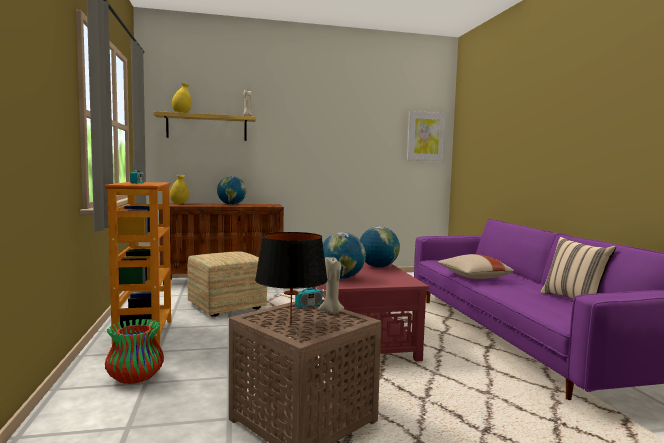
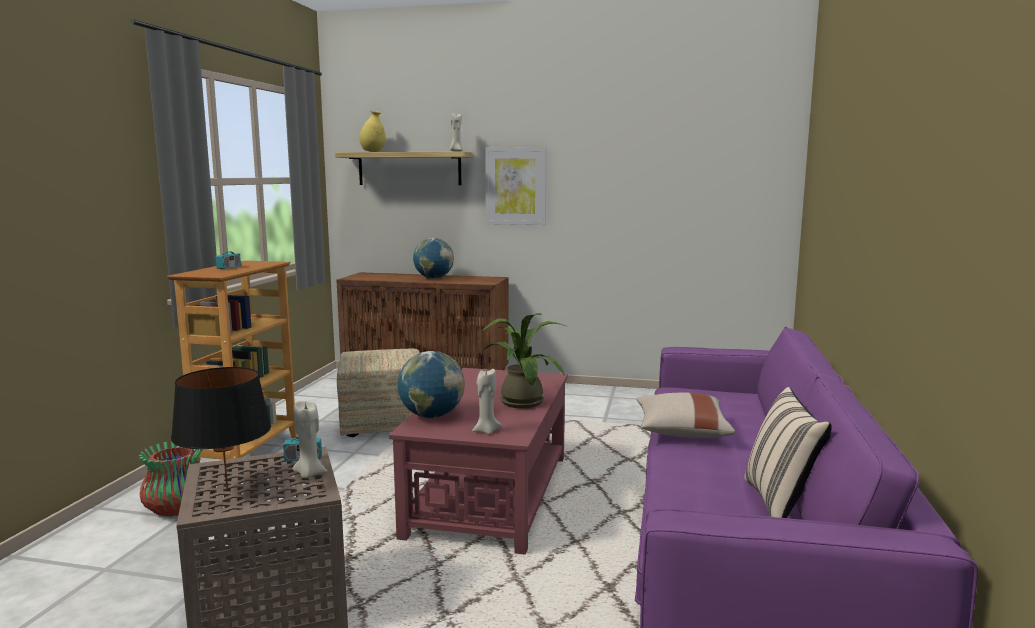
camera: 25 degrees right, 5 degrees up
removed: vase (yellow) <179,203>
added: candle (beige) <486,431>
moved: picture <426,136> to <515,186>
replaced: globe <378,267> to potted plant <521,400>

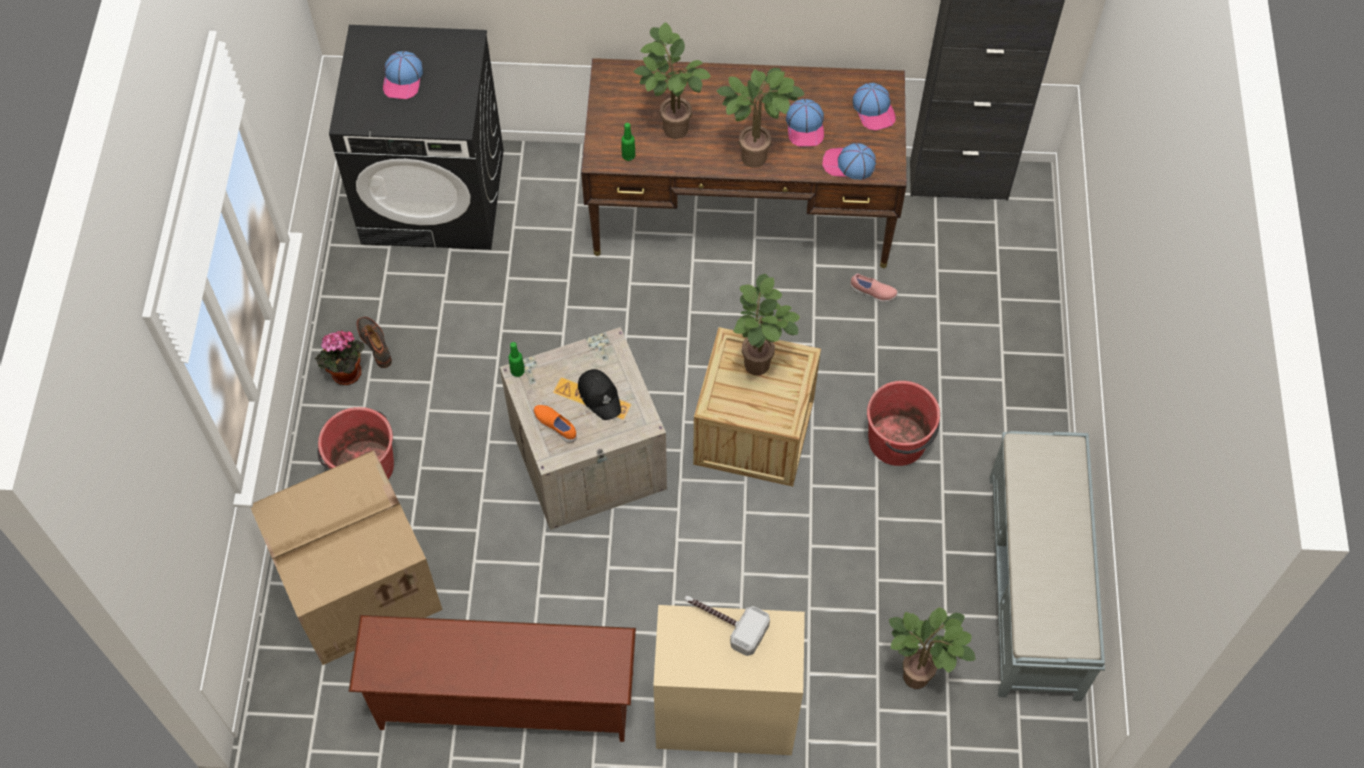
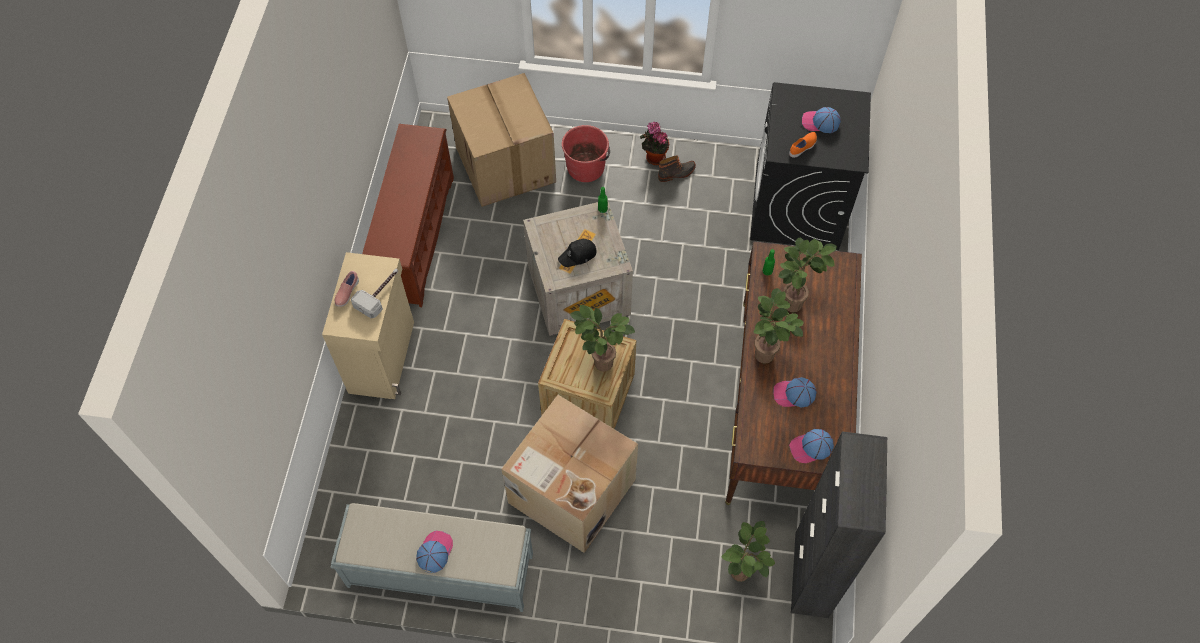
camera: 95 degrees right, 0 degrees up
moved: shoe (orange) <556,426> to <803,148>; cap <848,164> to <434,552>; shoe (pink) <872,292> to <347,293>; potted plant <921,675> to <740,576>
replaced: bucket (red) <898,441> to cardboard box <570,491>

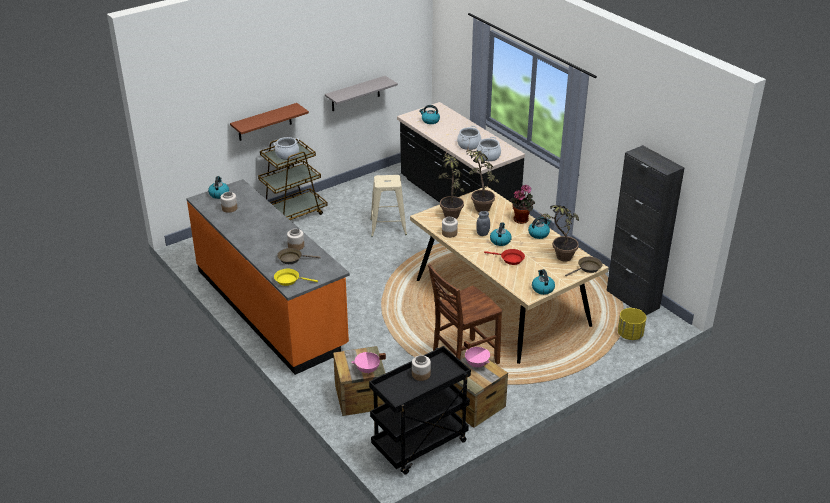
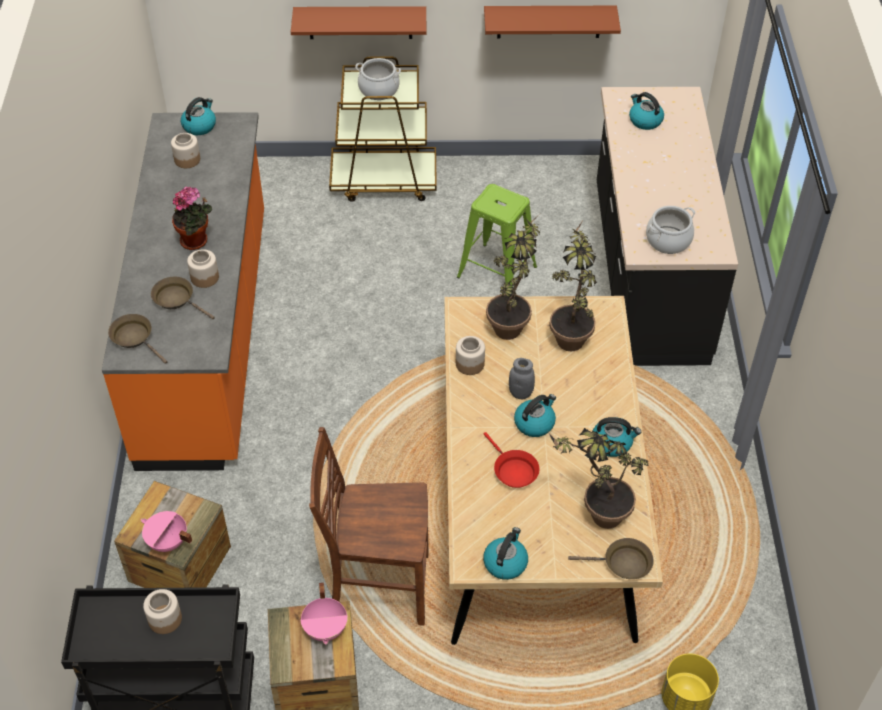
camera: 35 degrees right, 15 degrees up
removed: cooking pot <469,145>; cabinet (black) <632,299>
moved: potted plant <522,219> to <196,241>
recoloured: frying pan (yellow) <289,280> to frying pan (brown) <134,338>; shelf (grey) <355,94> to shelf (brown) <549,21>; stool (beige) <388,227> to stool (green) <496,271>

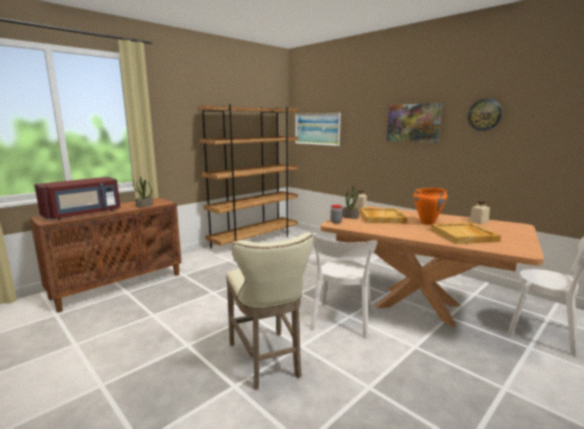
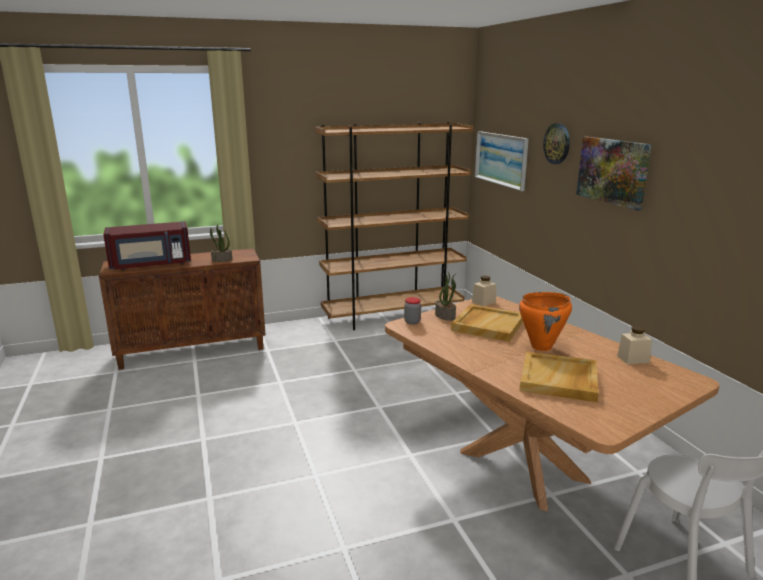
camera: 25 degrees right, 5 degrees up
removed: stool (beige) <266,362>; chair (white) <341,321>
moved: wall clock <484,115> to <557,143>

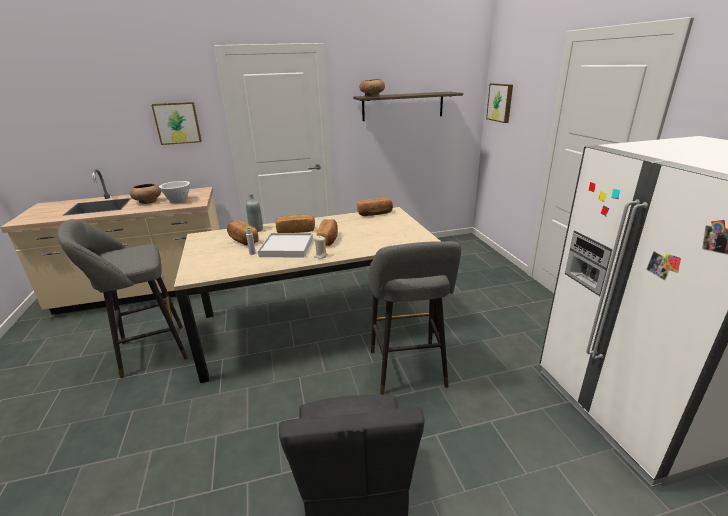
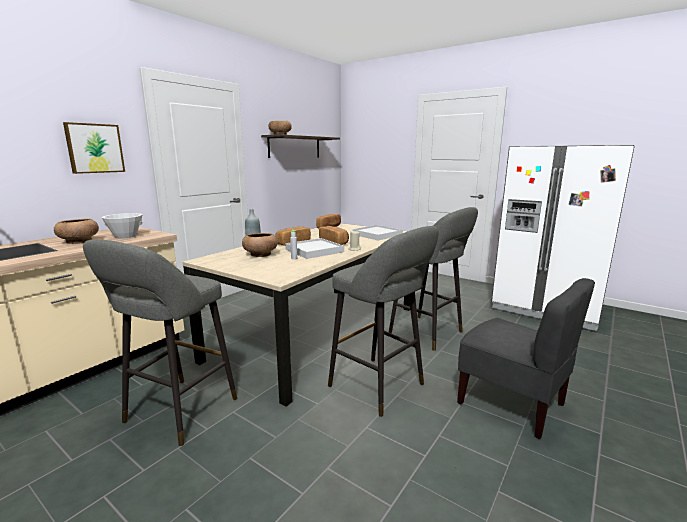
camera: 40 degrees left, 10 degrees down
removed: picture <500,102>
added: stool (grey) <380,387>; tray (white) <377,235>
replaced: bread <242,240> to bowl (brown) <260,254>

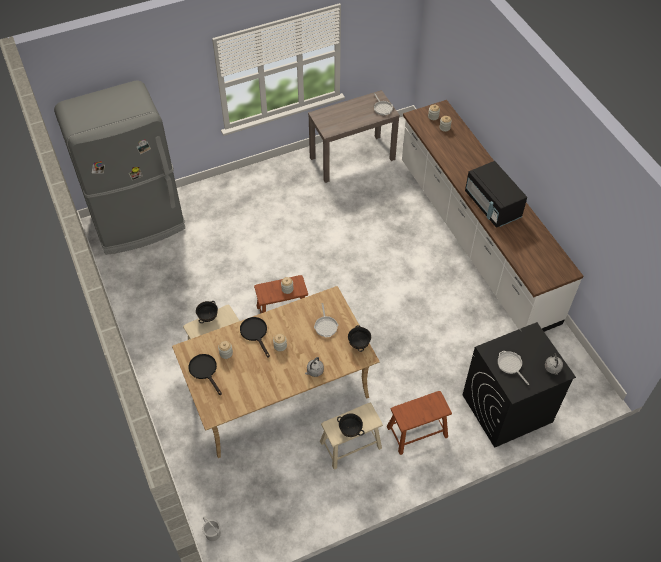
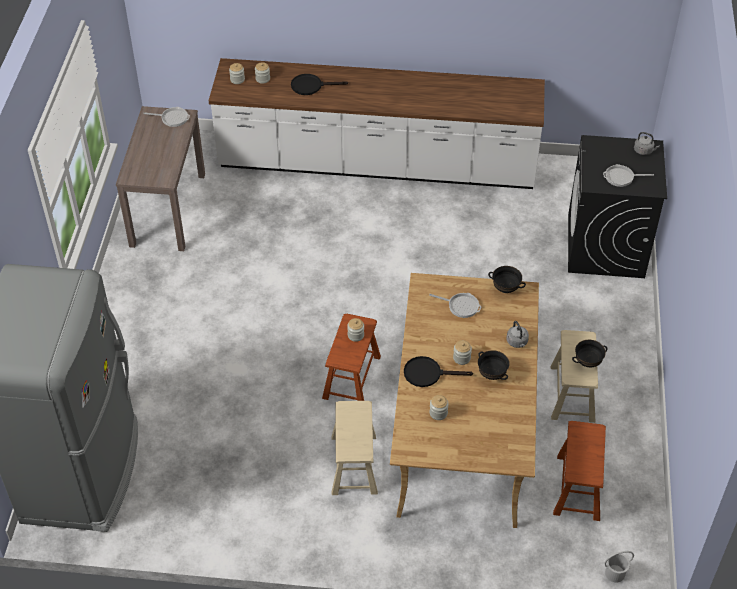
camera: 60 degrees left, 5 degrees down
removed: microwave (black) <492,206>
moved: frying pan (black) <205,371> to <311,86>; bowl (black) <208,318> to <492,374>; stool (brown) <417,431> to <578,487>

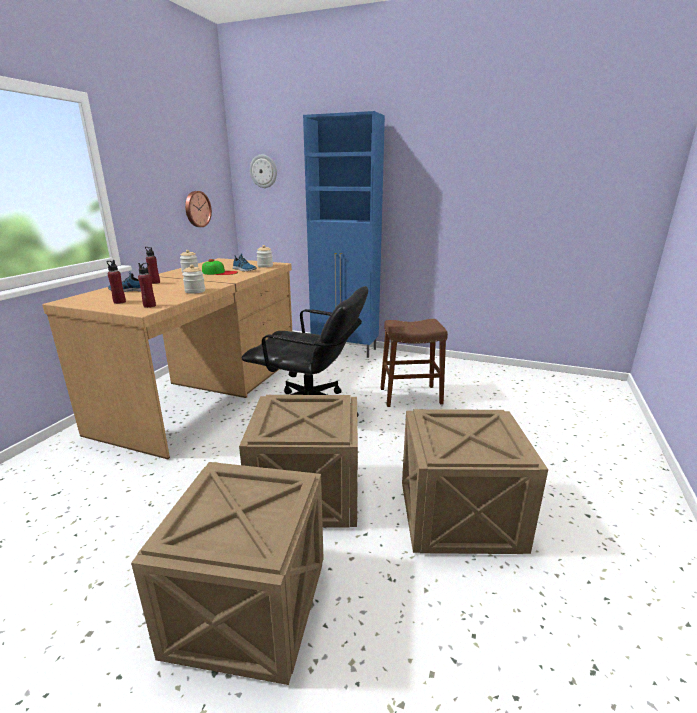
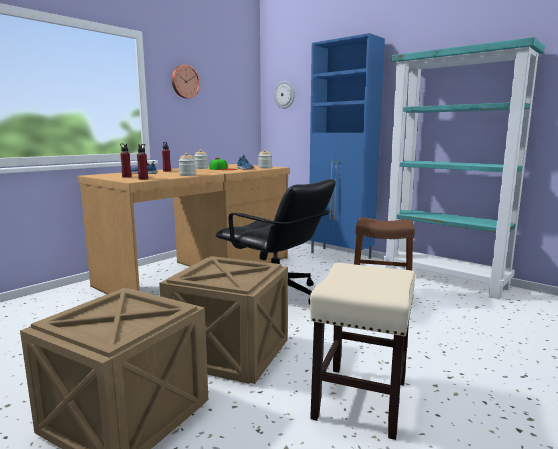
camera: 20 degrees right, 10 degrees down
added: bookcase (turquoise) <445,280>
moved: wall clock <197,209> to <184,81>
replaced: crate <457,517> to stool (beige) <360,398>

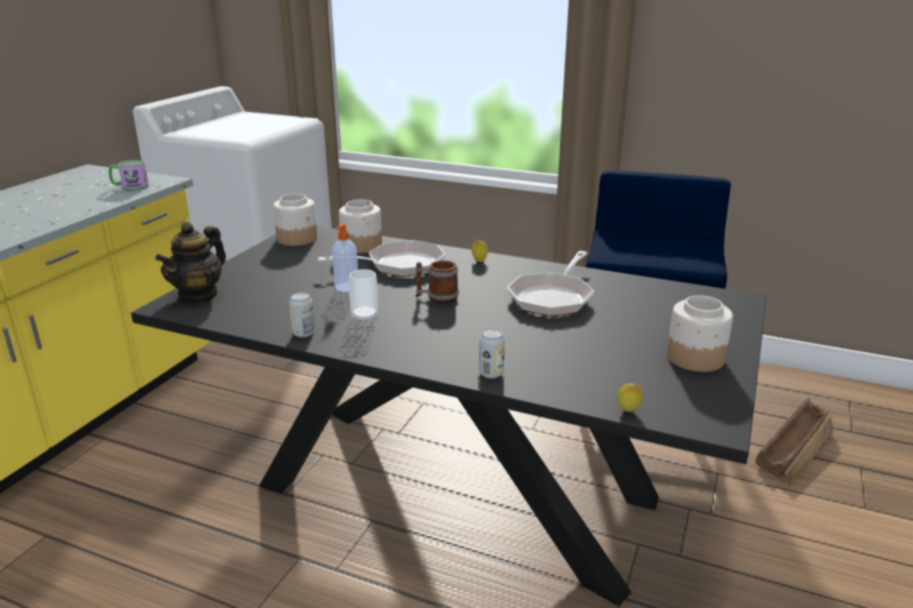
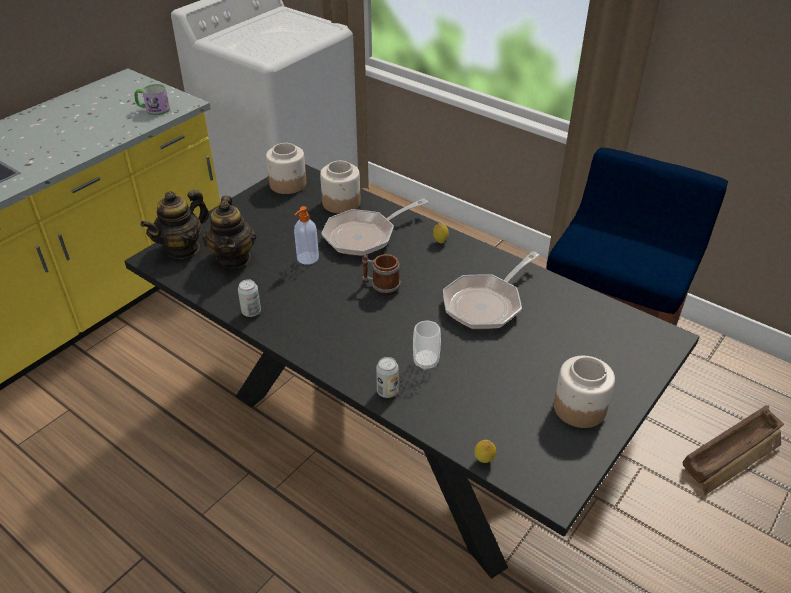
camera: 15 degrees right, 15 degrees up
added: teapot <233,258>
moved: cup <365,317> to <426,362>
turned: frying pan <399,265> = <364,236> 150 degrees clockwise

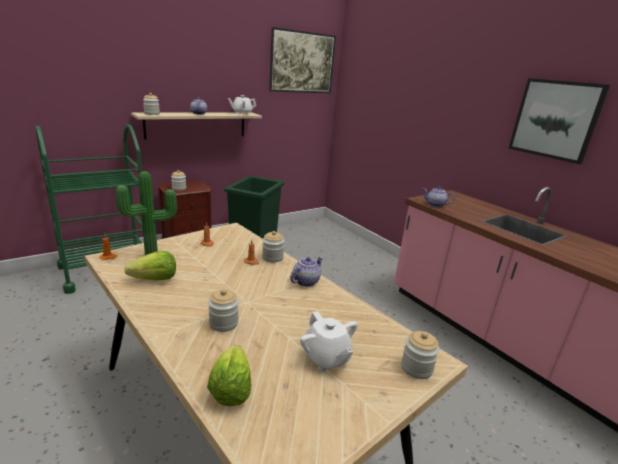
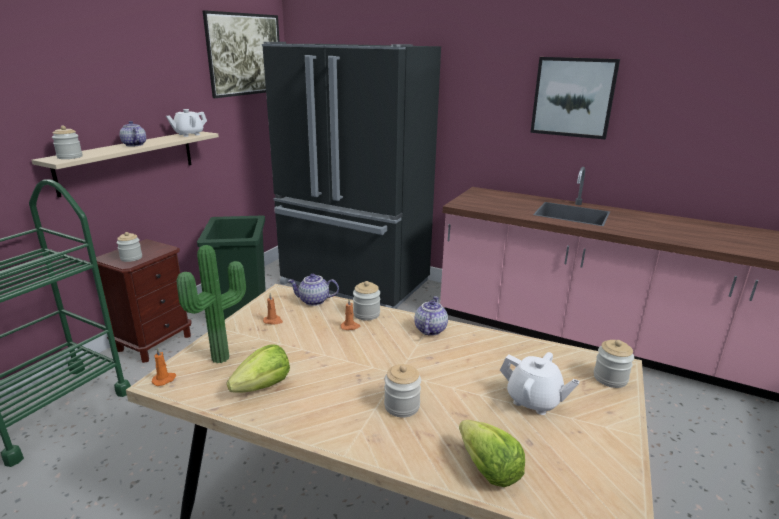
camera: 25 degrees left, 0 degrees up
added: fridge (black) <354,283>
moved: teapot <435,205> to <313,301>

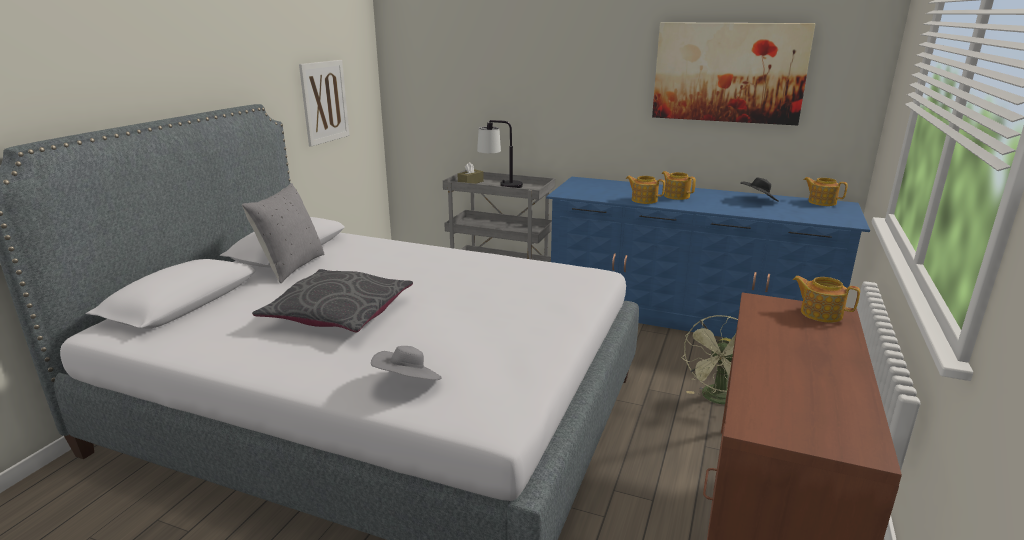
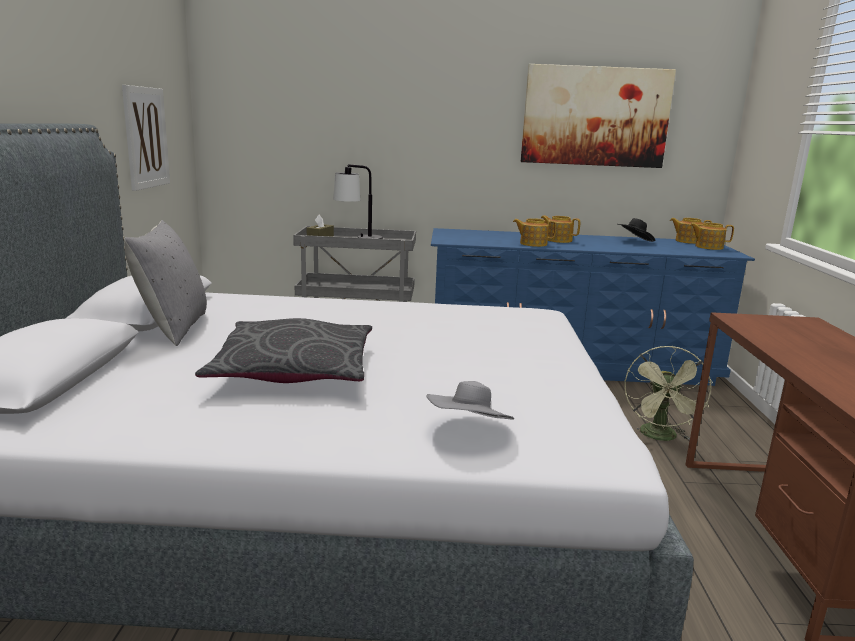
camera: 20 degrees left, 5 degrees down
moved: teapot <820,313> to <708,247>

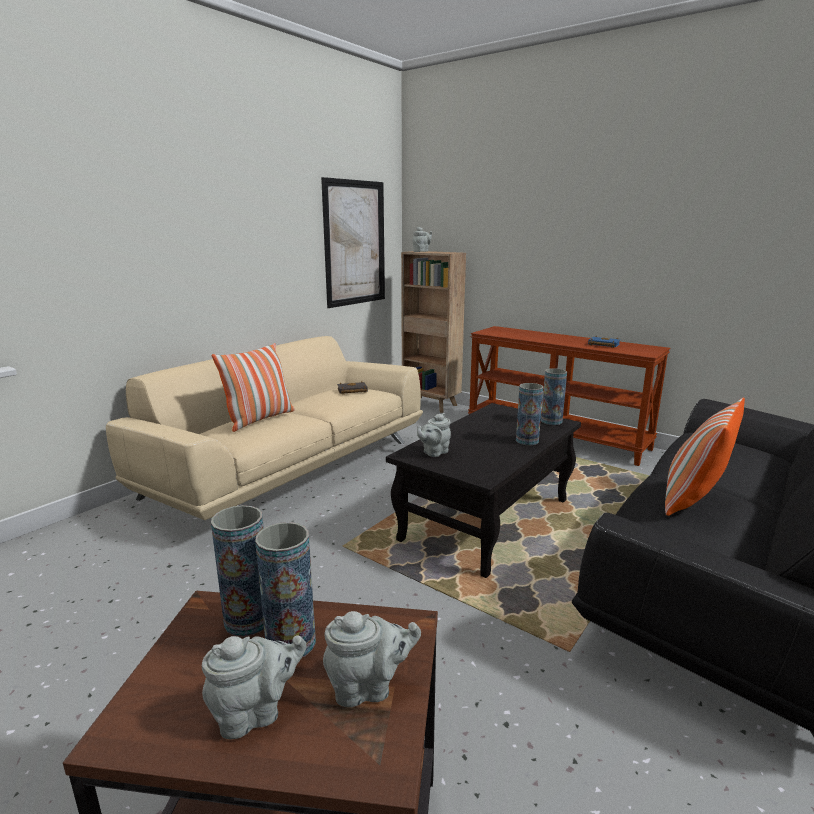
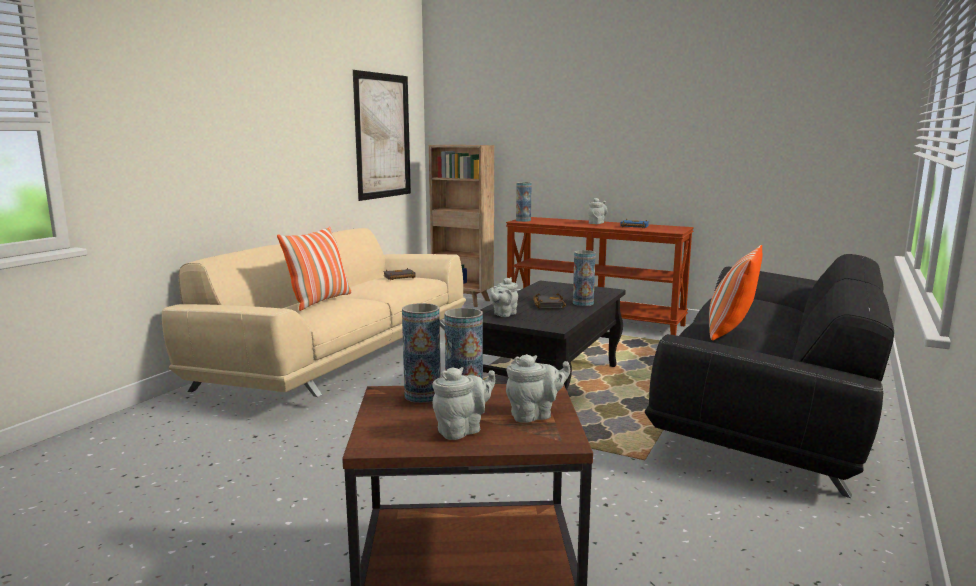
camera: 10 degrees left, 5 degrees down
added: book (black) <547,304>
moved: teapot (grey) <422,251> to <597,223>; vase <551,421> to <523,220>

